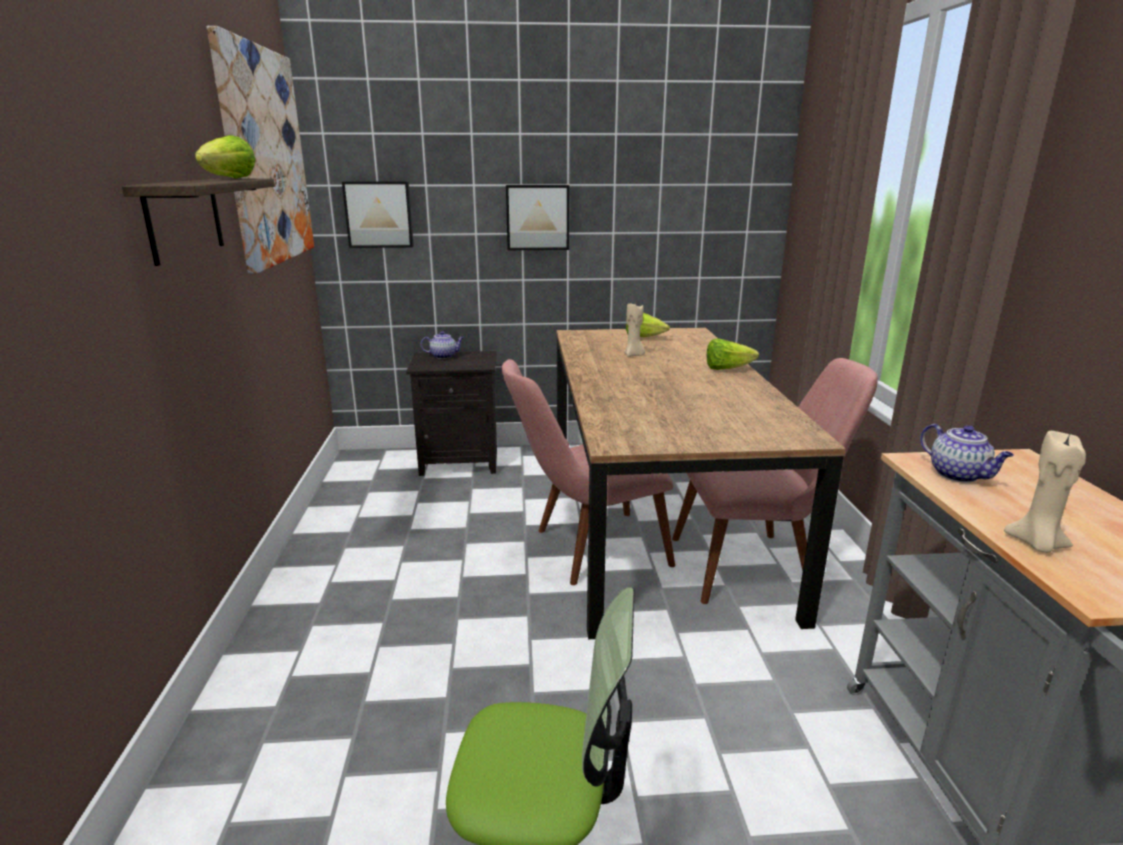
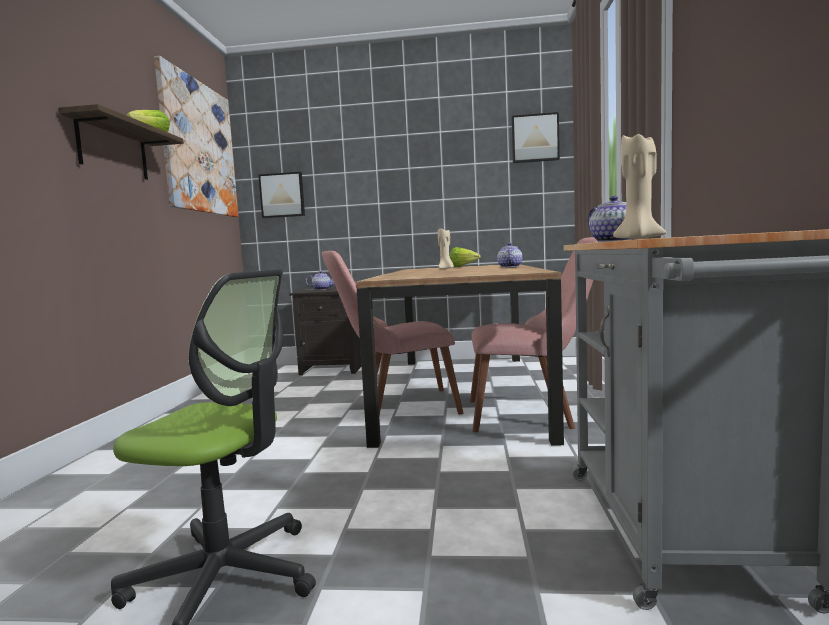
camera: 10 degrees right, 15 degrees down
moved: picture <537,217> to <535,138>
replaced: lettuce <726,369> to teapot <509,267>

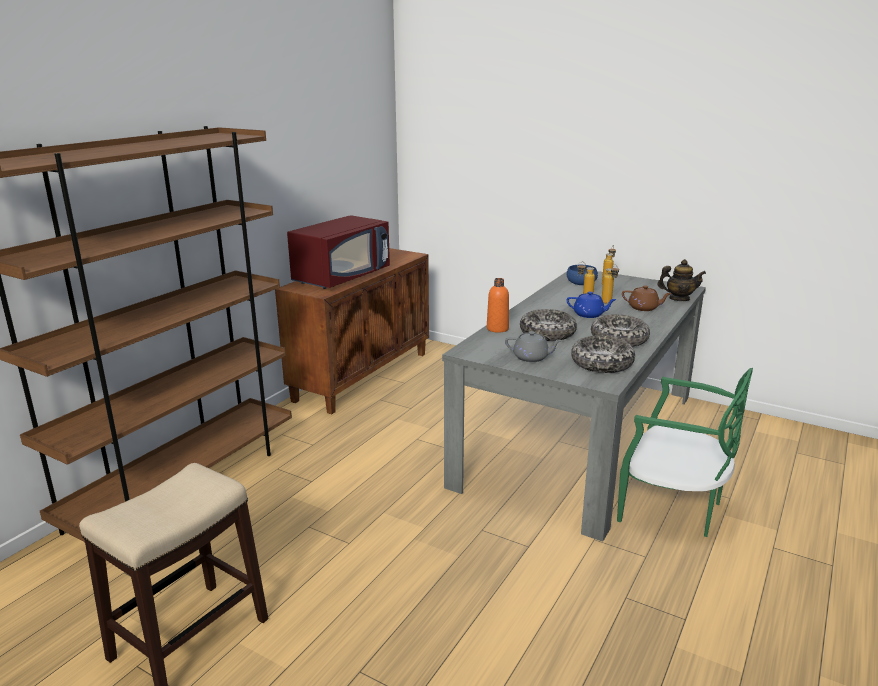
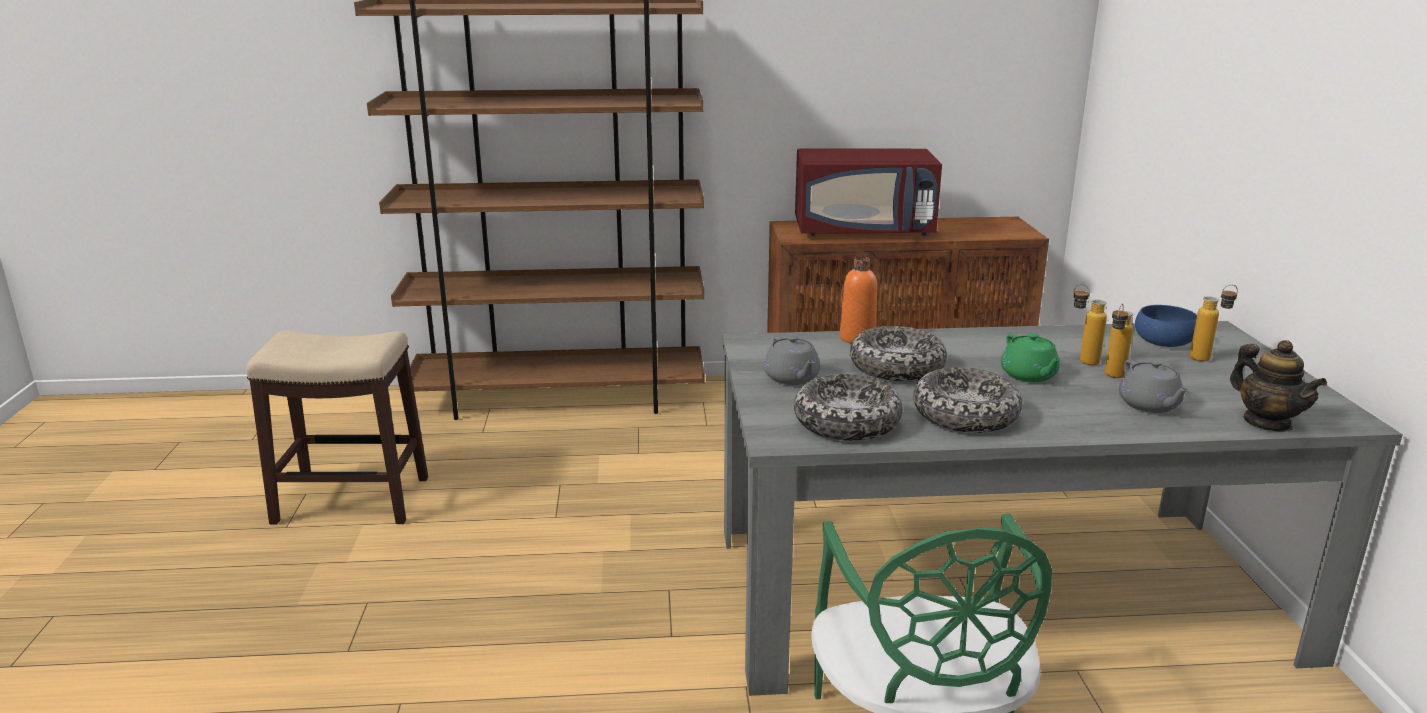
camera: 55 degrees right, 0 degrees up
recoloured: teapot (blue) <589,314> to teapot (green) <1029,376>; teapot (brown) <644,308> to teapot (grey) <1150,405>

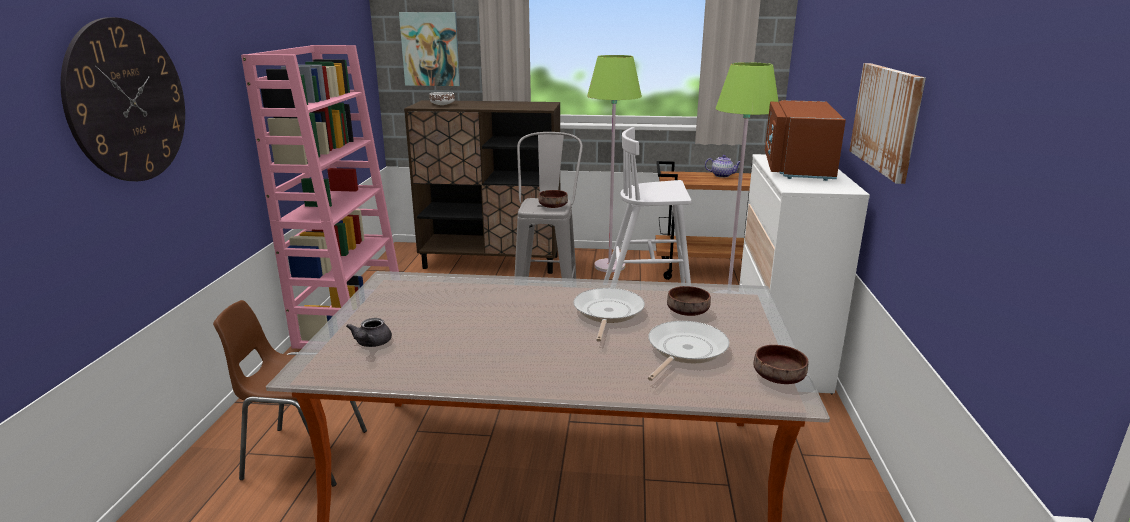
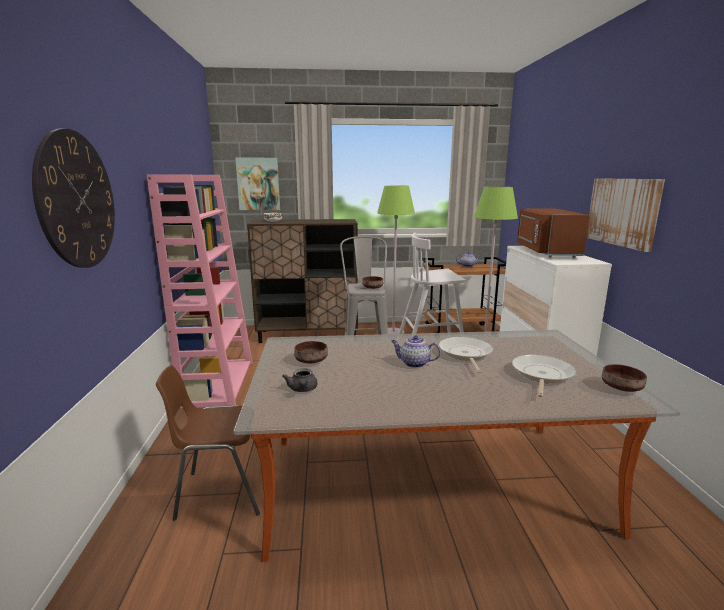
camera: 10 degrees left, 5 degrees down
added: teapot <414,363>
moved: bowl (brown) <687,311> to <311,360>

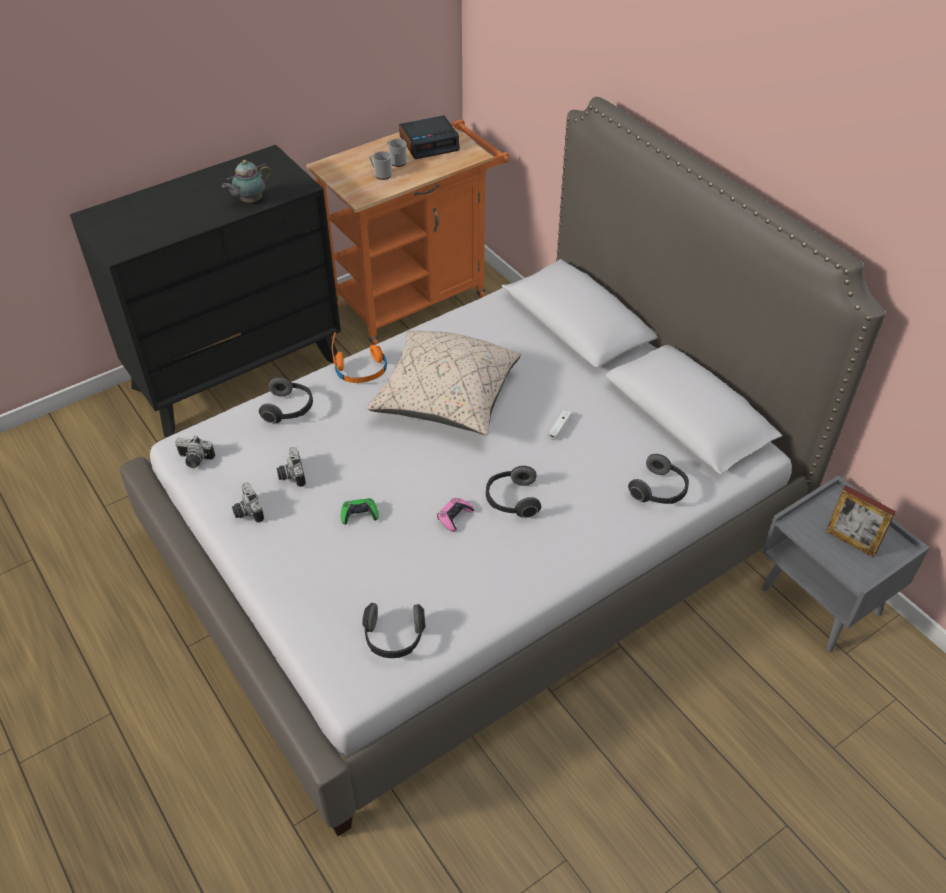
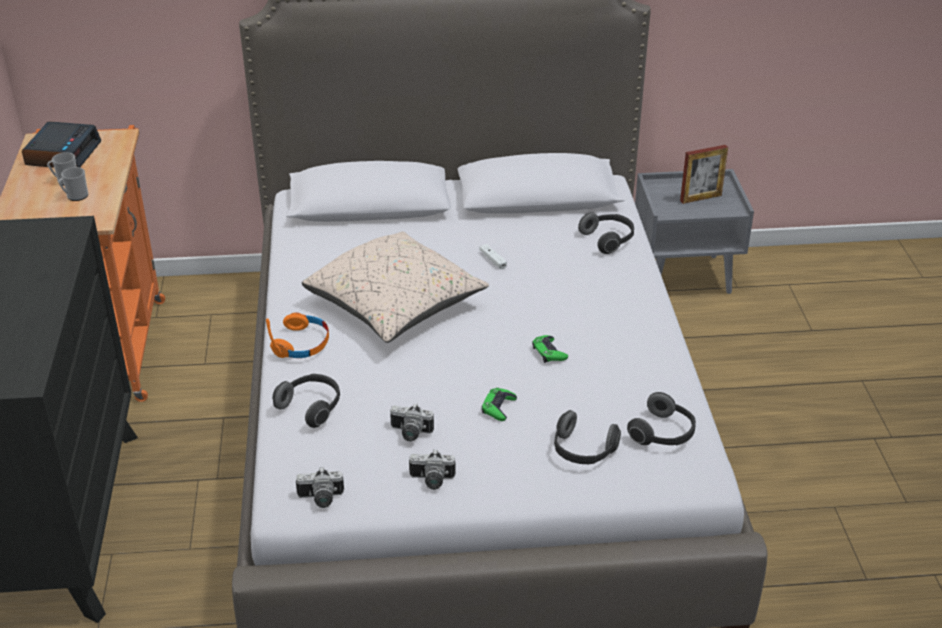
camera: 60 degrees left, 10 degrees down
removed: teapot <250,201>
moved: headphones <511,500> to <582,452>
recoloured: game controller (pink) <455,516> to game controller (green) <549,352>
turned: photo camera <194,460> = <320,499> 45 degrees clockwise

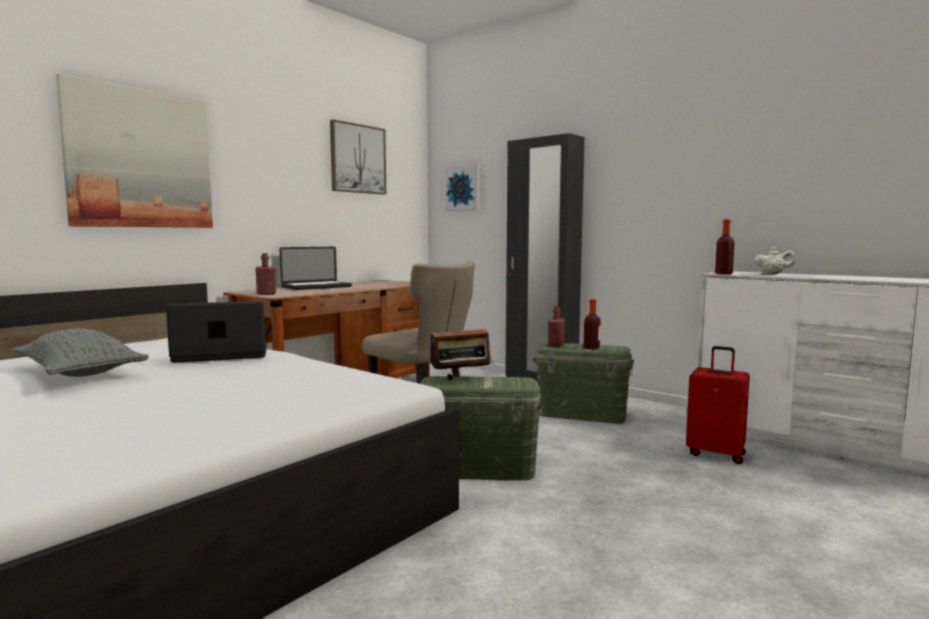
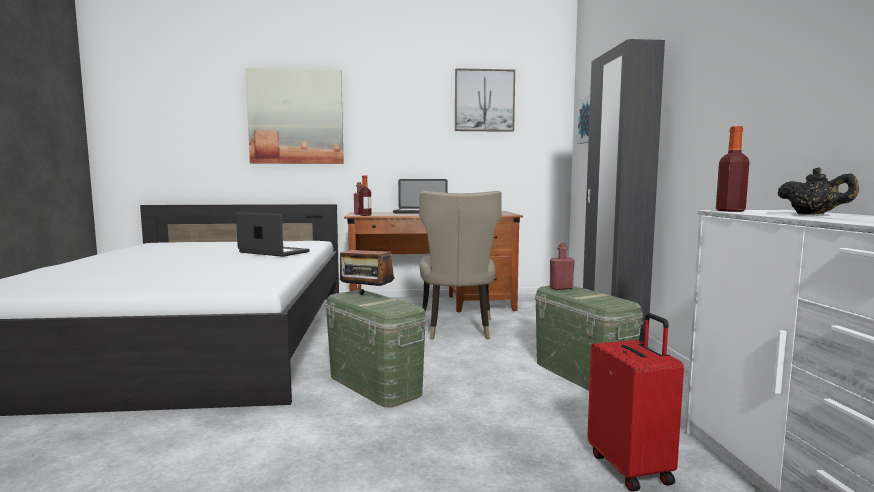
camera: 45 degrees right, 0 degrees up
removed: pillow (grey) <80,373>
moved: bottle <591,348> to <365,215>
recoloured: teapot (white) <772,274> to teapot (black) <814,214>

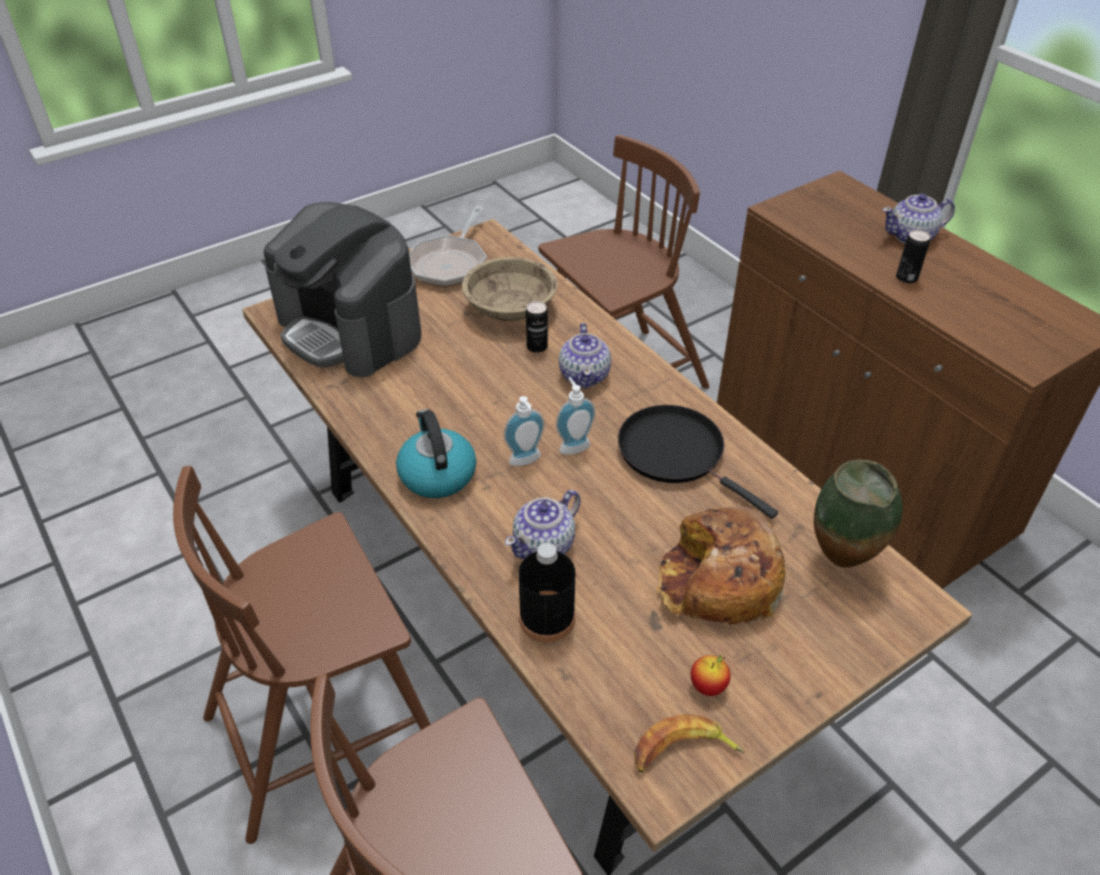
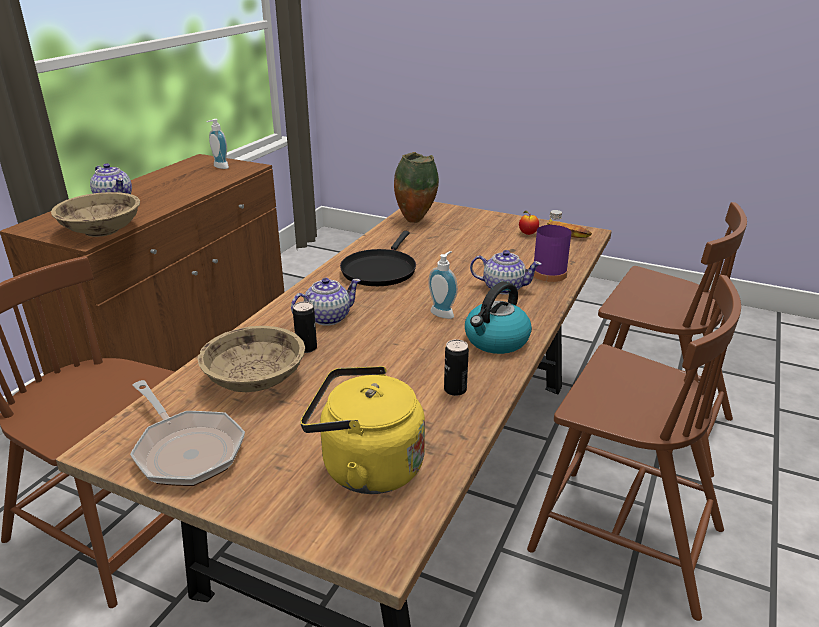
camera: 120 degrees left, 15 degrees down
removed: bread <718,580>
added: bowl (beige) <101,230>
moved: soap dispenser <573,445> to <219,167>; can <906,278> to <455,390>
replaced: coffee machine <350,329> to kettle (yellow) <365,467>
recoloured: bottle (black) <547,618> to bottle (purple) <549,274>
turned: frying pan <450,263> = <186,450> 60 degrees clockwise

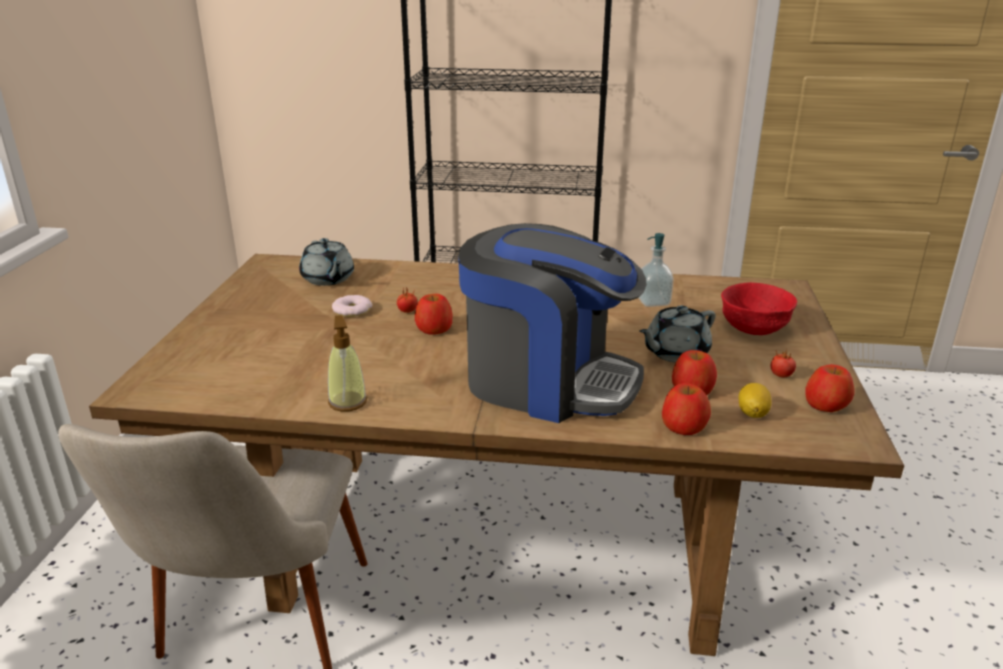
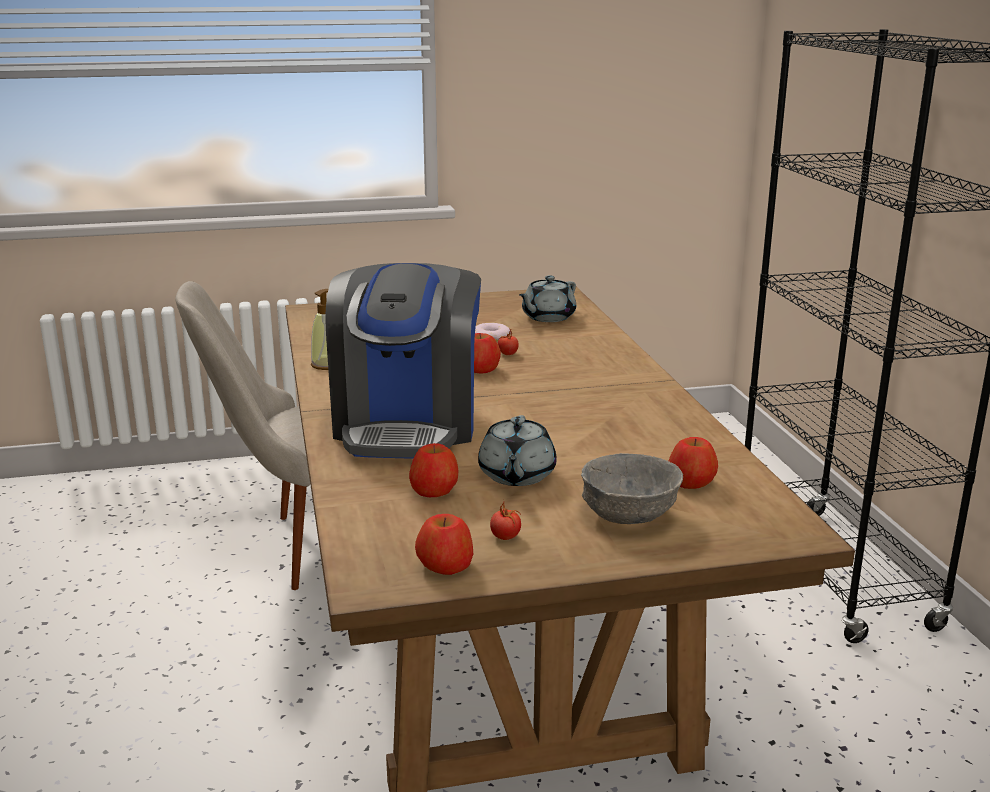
camera: 70 degrees right, 5 degrees down
removed: soap dispenser <653,301>; lemon <752,413>
moved: apple <683,426> to <691,483>
recoloured: bowl (red) <755,328> to bowl (grey) <628,516>
turned: teapot (grey) <675,353> = <516,475> 120 degrees counterclockwise

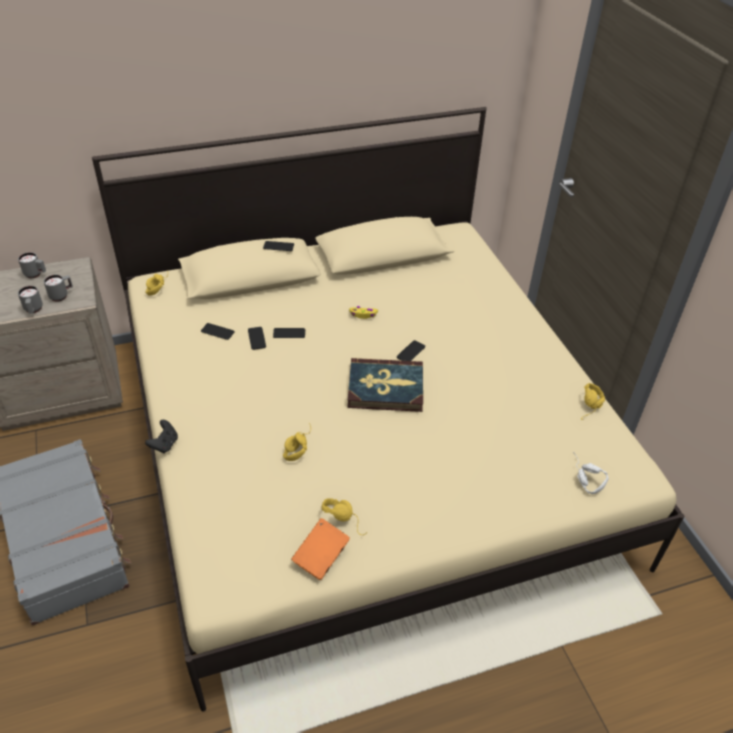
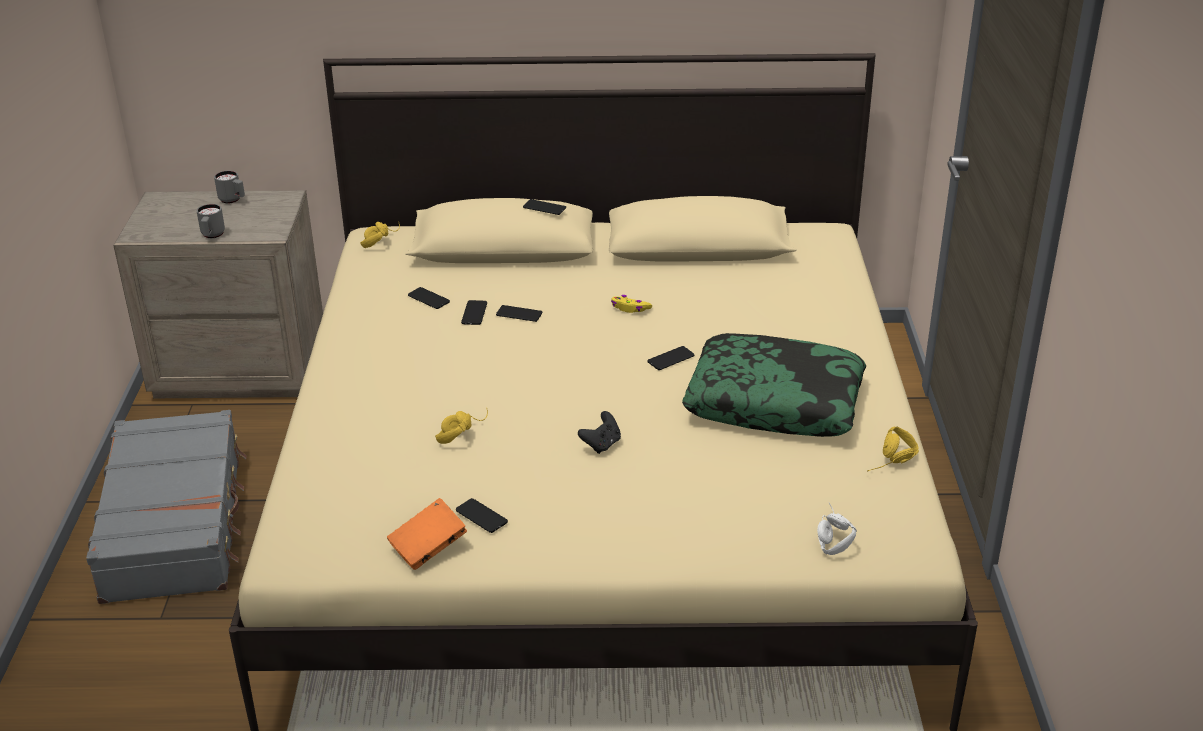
camera: 20 degrees right, 10 degrees down
removed: mug (grey) <62,296>; book <385,388>
added: pillow <775,401>
moved: game controller (black) <164,444> to <601,445>
replaced: headphones (yellow) <347,518> to phone <481,516>

